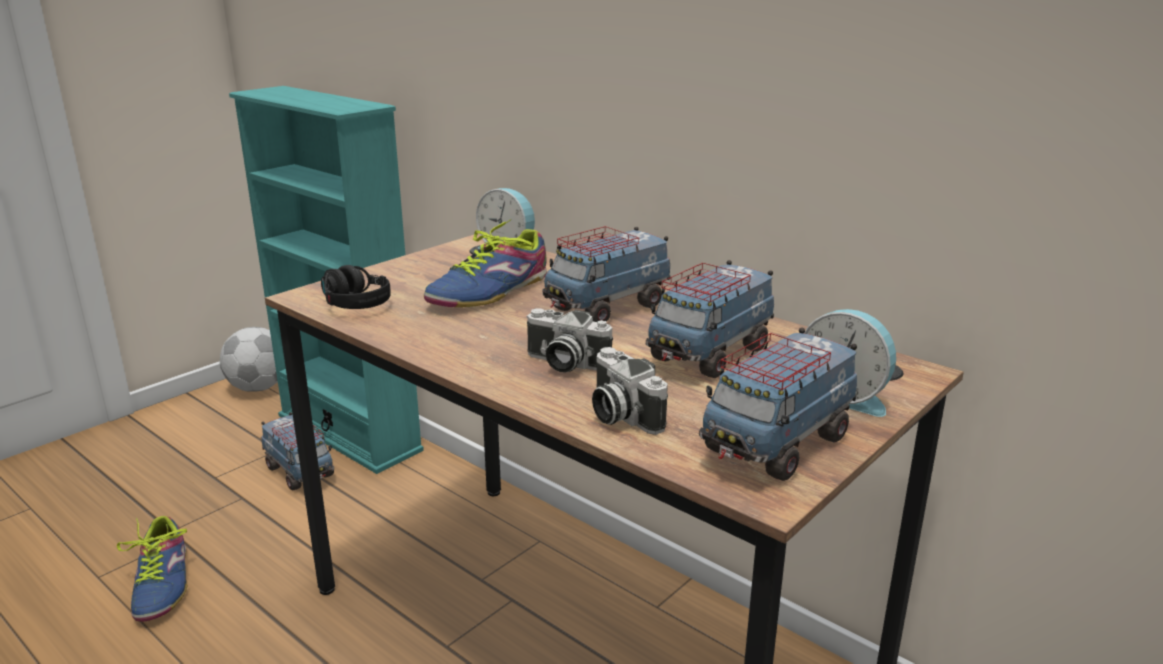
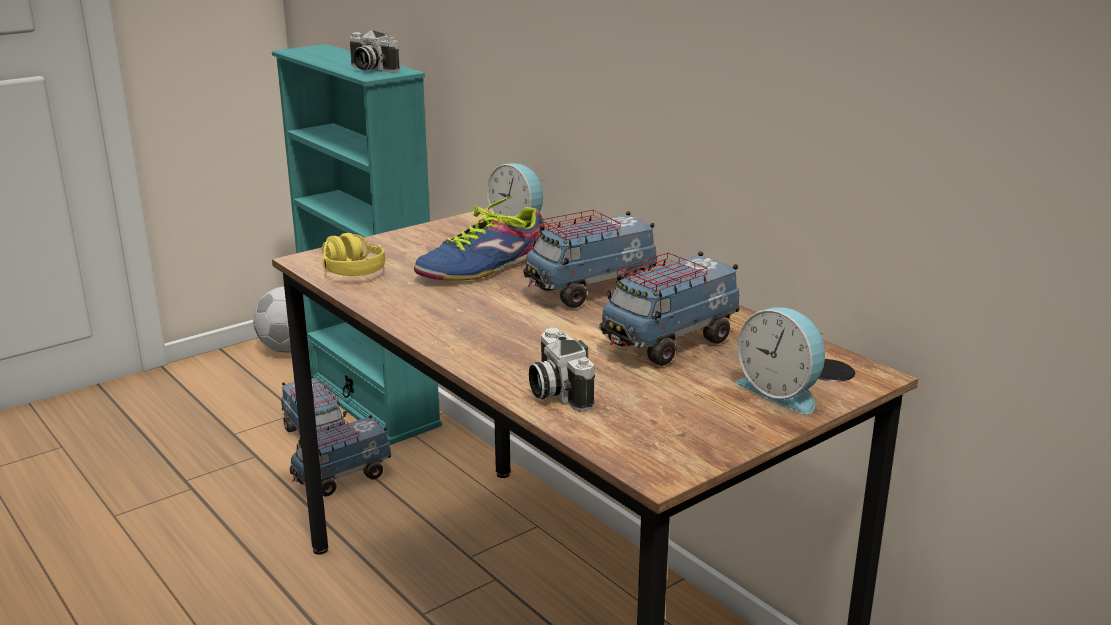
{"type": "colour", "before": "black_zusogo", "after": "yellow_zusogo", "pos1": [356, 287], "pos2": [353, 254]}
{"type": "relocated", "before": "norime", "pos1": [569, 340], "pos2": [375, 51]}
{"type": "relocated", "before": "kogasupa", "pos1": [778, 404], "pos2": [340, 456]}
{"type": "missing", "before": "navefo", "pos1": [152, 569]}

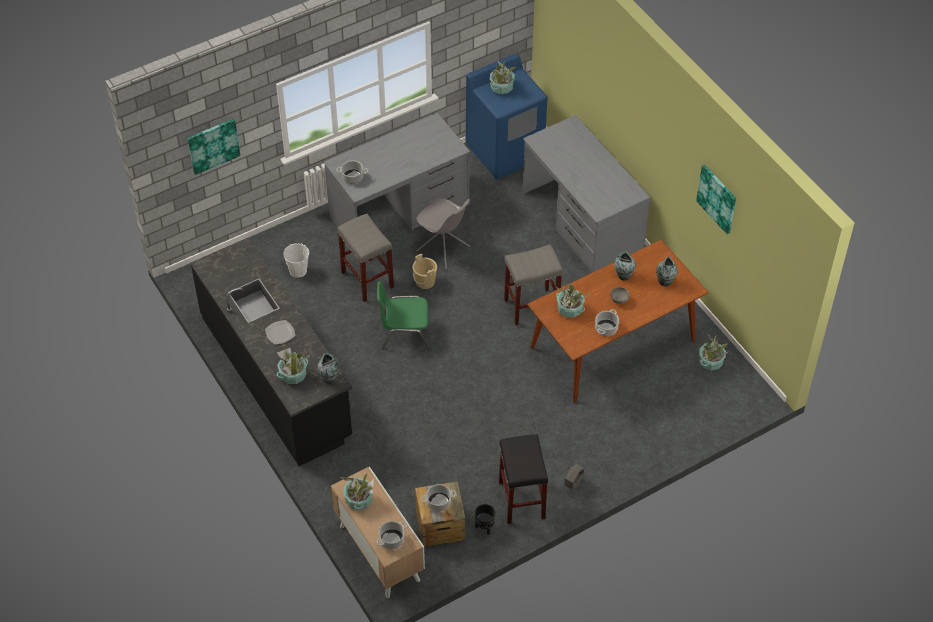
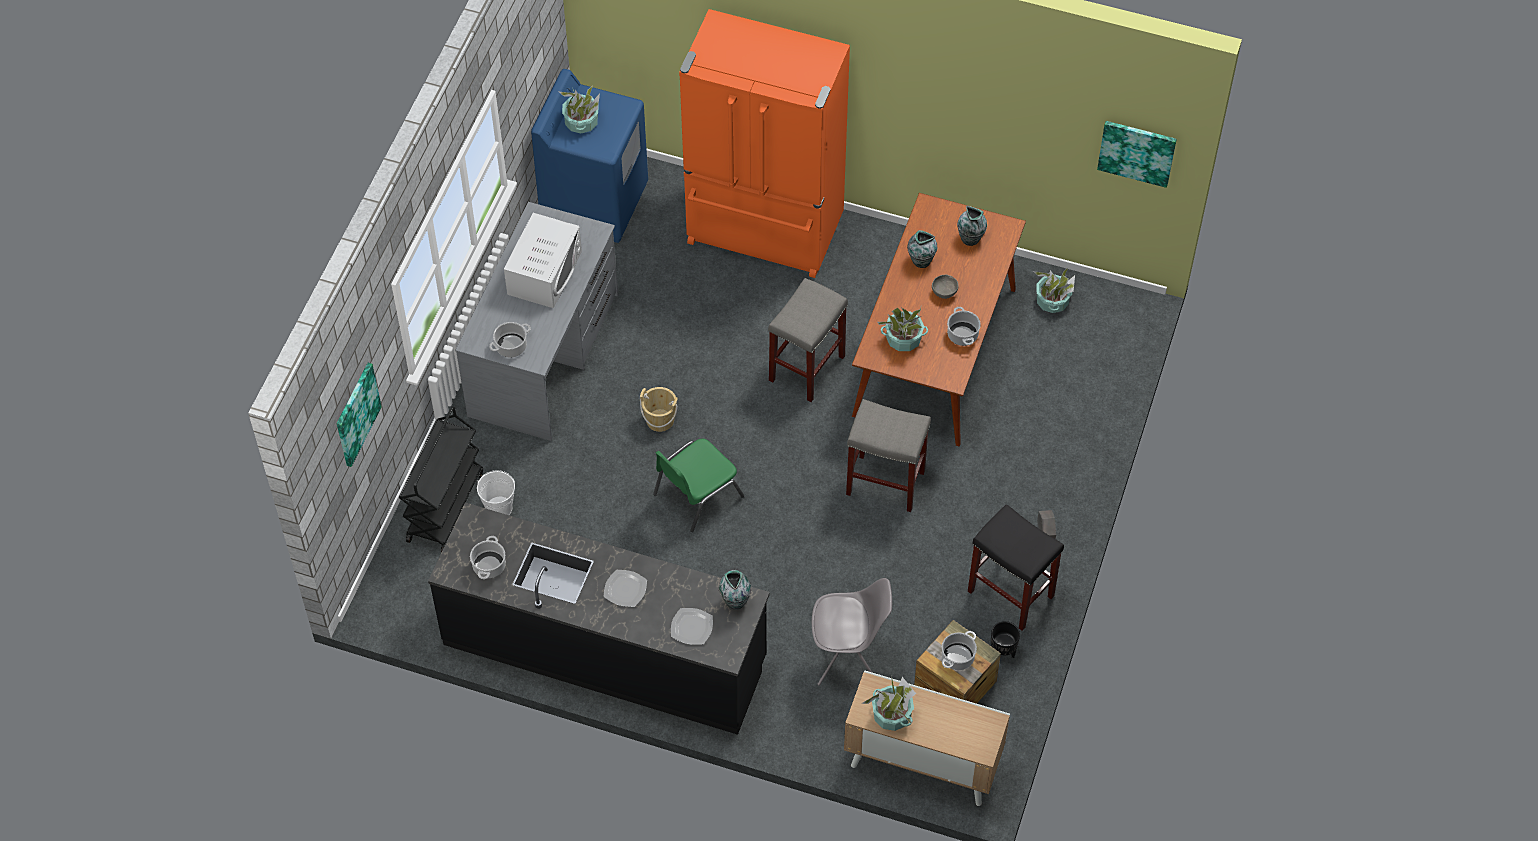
{"type": "exchanged", "before": "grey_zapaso", "after": "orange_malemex", "pos1": [587, 193], "pos2": [764, 143]}
{"type": "relocated", "before": "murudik", "pos1": [716, 199], "pos2": [1137, 154]}
{"type": "relocated", "before": "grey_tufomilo", "pos1": [443, 233], "pos2": [852, 632]}
{"type": "relocated", "before": "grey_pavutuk", "pos1": [365, 258], "pos2": [888, 455]}
{"type": "exchanged", "before": "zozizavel", "after": "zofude", "pos1": [293, 366], "pos2": [692, 626]}
{"type": "relocated", "before": "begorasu", "pos1": [391, 535], "pos2": [488, 557]}
{"type": "appeared", "after": "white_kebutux", "pos2": [543, 260]}
{"type": "appeared", "after": "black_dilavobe", "pos2": [441, 479]}

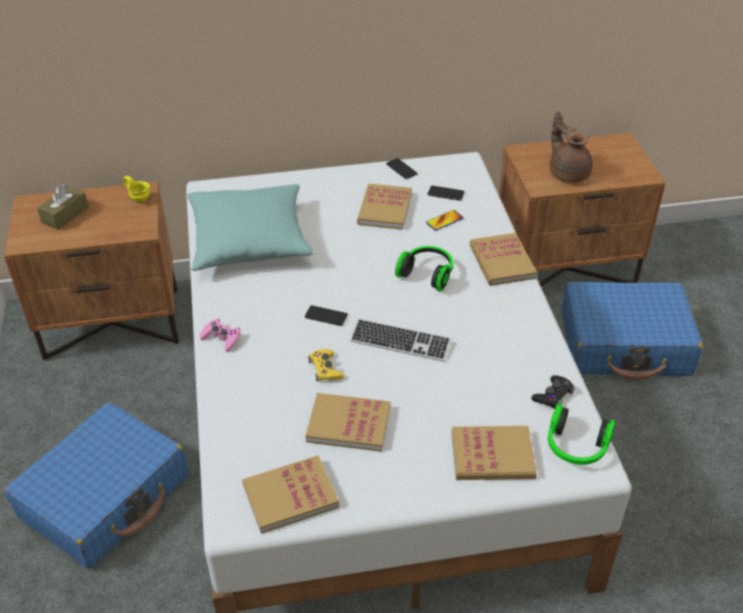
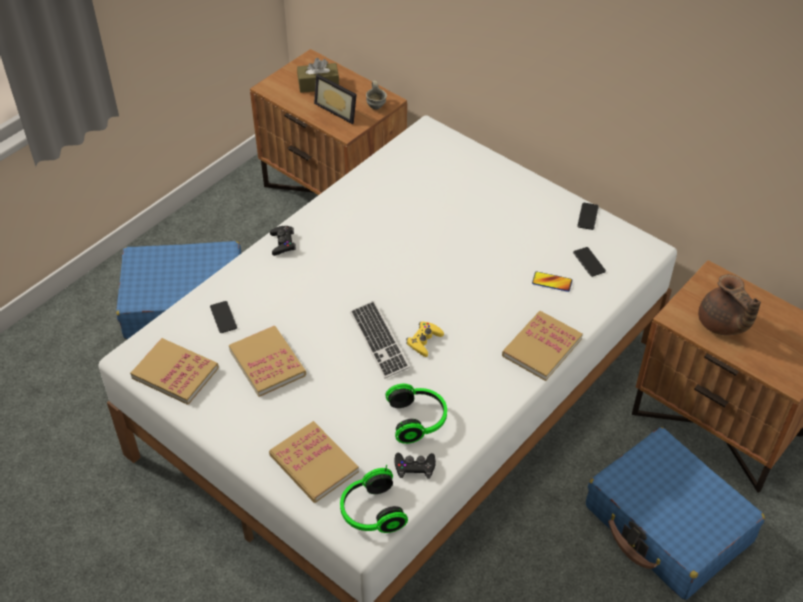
{"type": "spun", "before": "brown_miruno", "pos1": [571, 147], "pos2": [729, 304], "turn": 135}
{"type": "colour", "before": "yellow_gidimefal", "after": "grey_gidimefal", "pos1": [136, 189], "pos2": [376, 95]}
{"type": "missing", "before": "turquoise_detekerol", "pos1": [250, 227]}
{"type": "missing", "before": "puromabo", "pos1": [384, 207]}
{"type": "relocated", "before": "zusogo", "pos1": [424, 268], "pos2": [416, 414]}
{"type": "relocated", "before": "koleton", "pos1": [326, 315], "pos2": [223, 317]}
{"type": "colour", "before": "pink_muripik", "after": "black_muripik", "pos1": [220, 335], "pos2": [283, 241]}
{"type": "relocated", "before": "yellow_muripik", "pos1": [326, 365], "pos2": [425, 339]}
{"type": "appeared", "after": "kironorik", "pos2": [335, 99]}

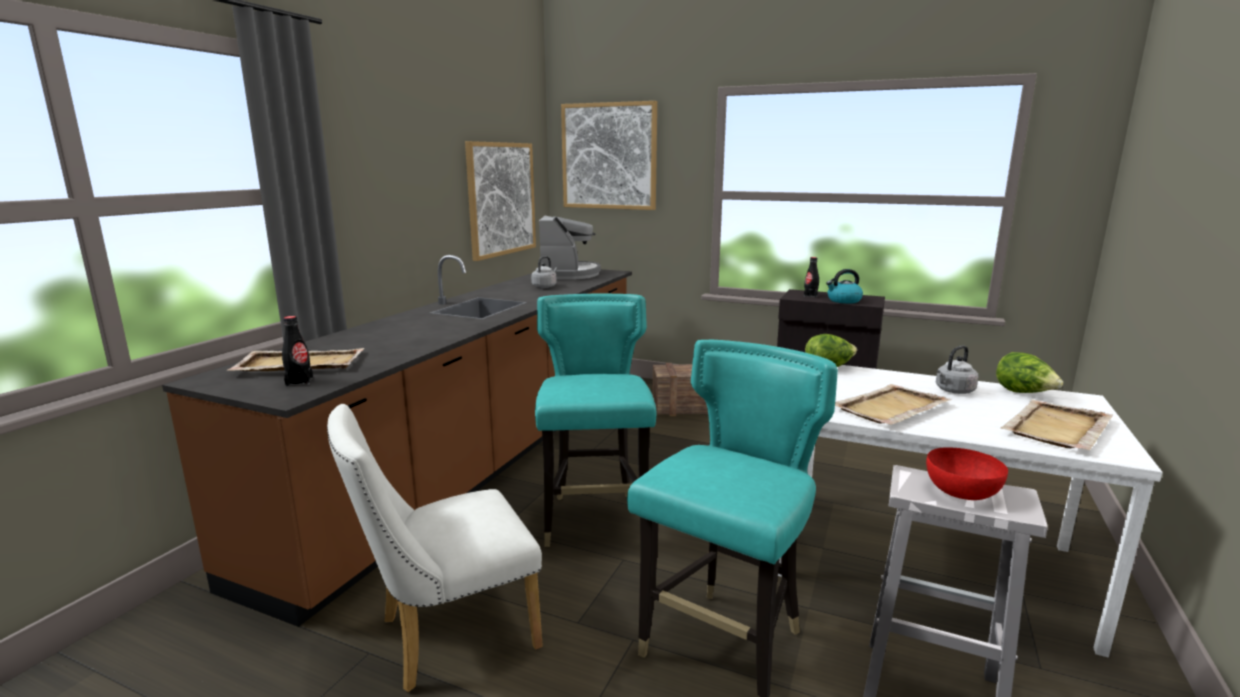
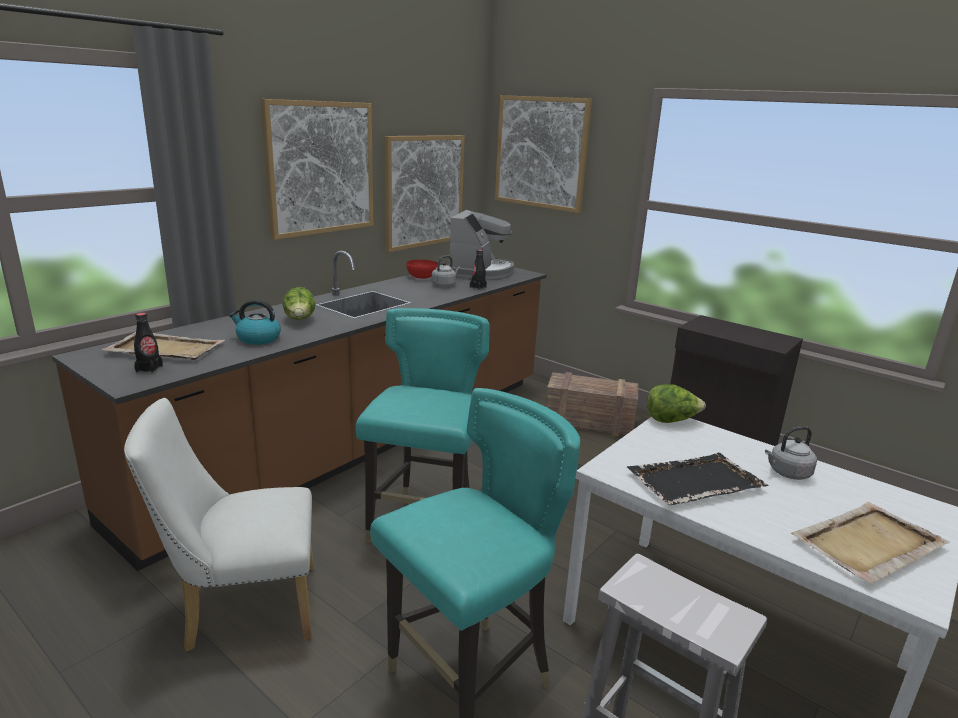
{"type": "relocated", "before": "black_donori", "pos1": [811, 277], "pos2": [478, 270]}
{"type": "relocated", "before": "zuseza", "pos1": [844, 286], "pos2": [255, 322]}
{"type": "relocated", "before": "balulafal", "pos1": [1029, 372], "pos2": [299, 303]}
{"type": "colour", "before": "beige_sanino", "after": "black_sanino", "pos1": [893, 404], "pos2": [698, 479]}
{"type": "relocated", "before": "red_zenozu", "pos1": [967, 474], "pos2": [422, 269]}
{"type": "appeared", "after": "murudik", "pos2": [317, 169]}

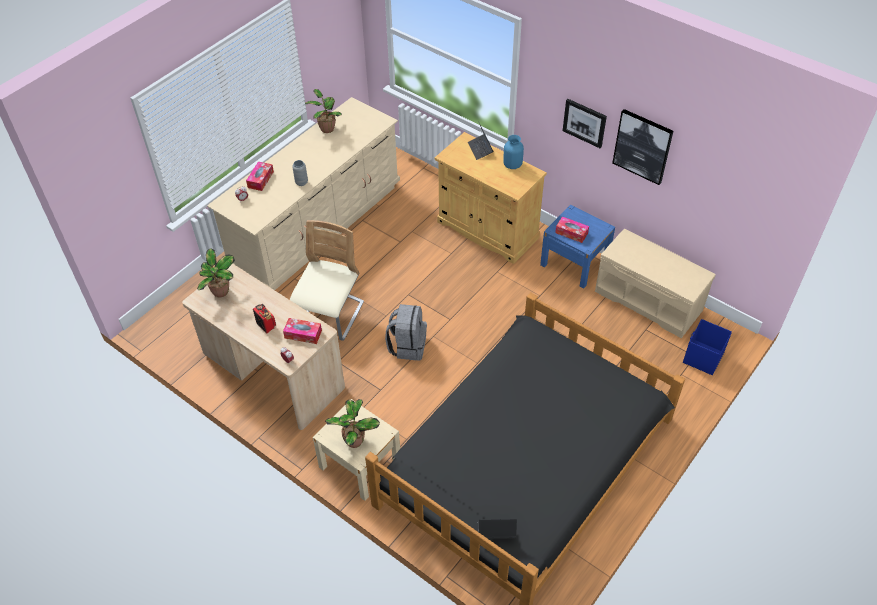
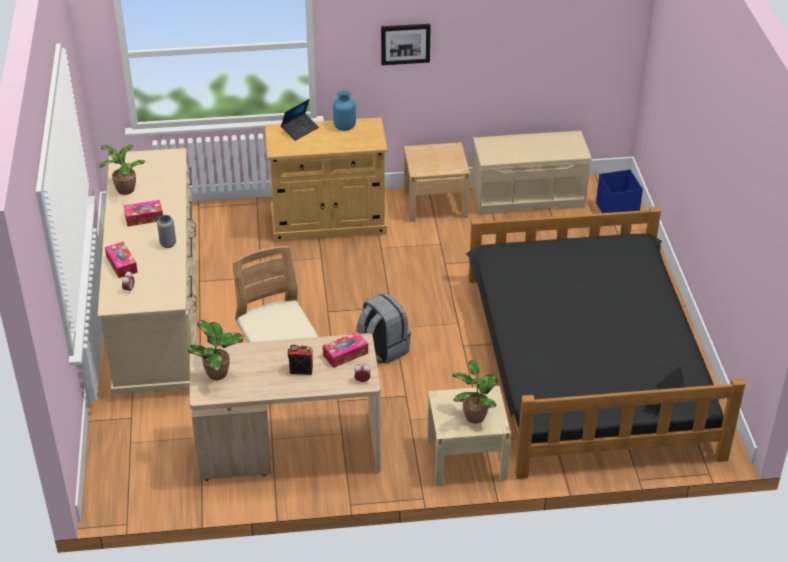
{"type": "missing", "before": "murudik", "pos1": [642, 147]}
{"type": "spun", "before": "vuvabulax", "pos1": [481, 141], "pos2": [300, 120], "turn": -75}
{"type": "colour", "before": "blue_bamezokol", "after": "beige_bamezokol", "pos1": [577, 247], "pos2": [437, 182]}
{"type": "relocated", "before": "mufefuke", "pos1": [572, 229], "pos2": [143, 213]}

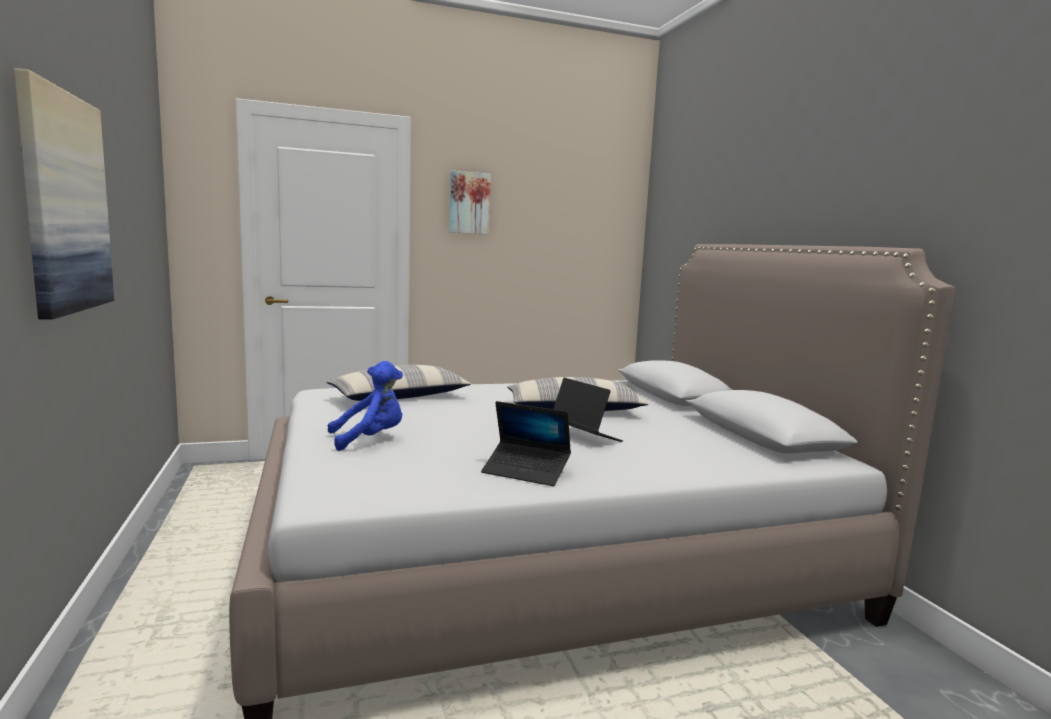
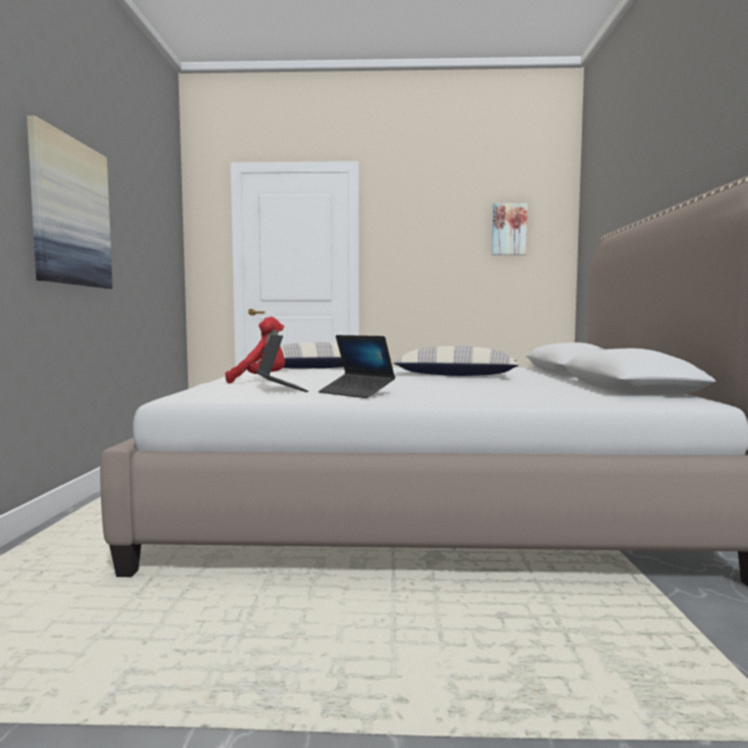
{"type": "relocated", "before": "murudik", "pos1": [470, 202], "pos2": [510, 229]}
{"type": "colour", "before": "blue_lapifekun", "after": "red_lapifekun", "pos1": [365, 406], "pos2": [255, 350]}
{"type": "relocated", "before": "vuvabulax", "pos1": [588, 410], "pos2": [282, 363]}

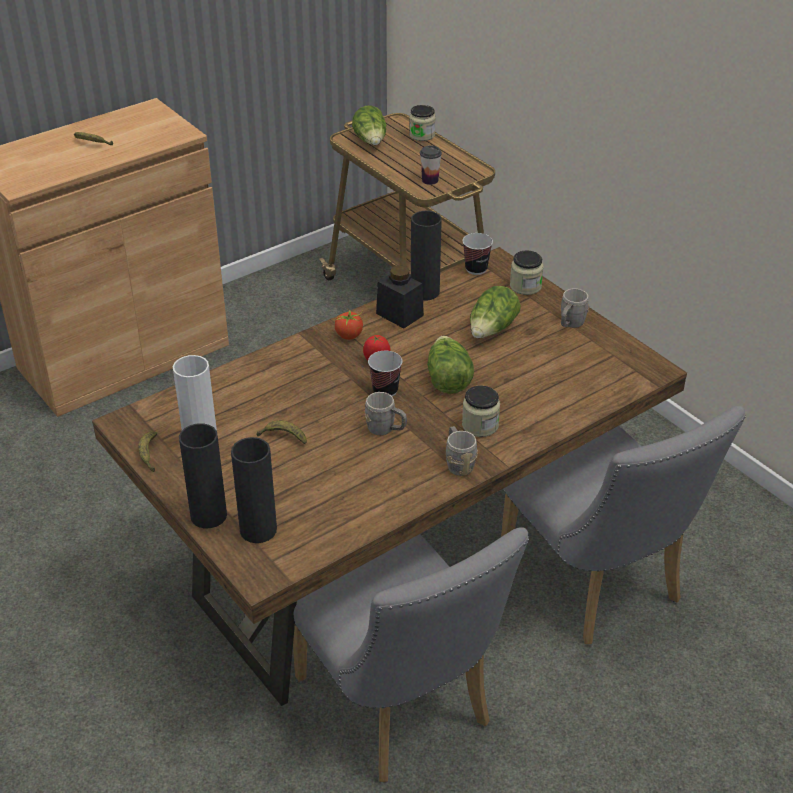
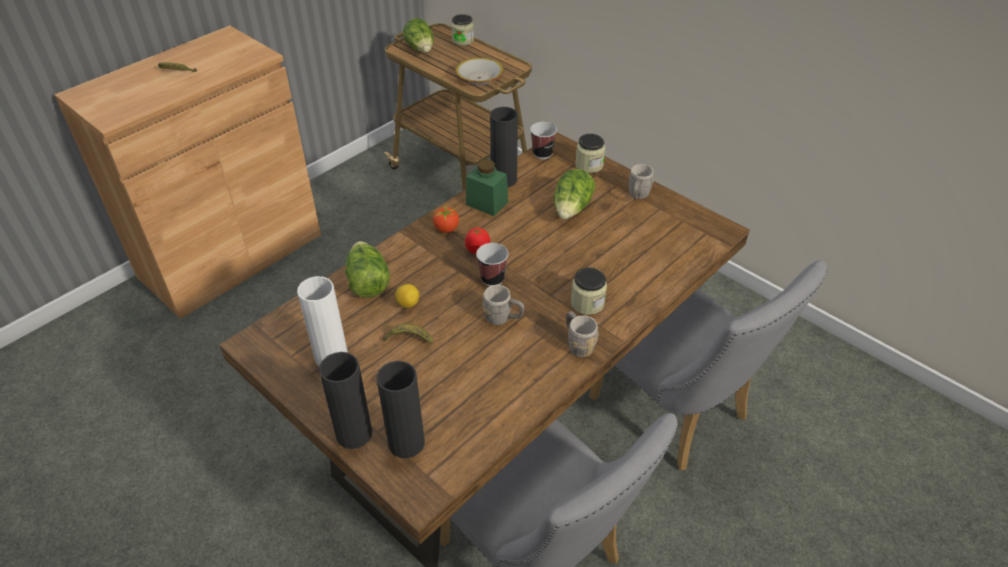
{"type": "exchanged", "before": "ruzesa", "after": "zenozu", "pos1": [431, 165], "pos2": [479, 71]}
{"type": "colour", "before": "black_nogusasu", "after": "green_nogusasu", "pos1": [400, 296], "pos2": [487, 188]}
{"type": "relocated", "before": "balulafal", "pos1": [450, 365], "pos2": [367, 269]}
{"type": "missing", "before": "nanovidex", "pos1": [148, 451]}
{"type": "appeared", "after": "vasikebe", "pos2": [407, 296]}

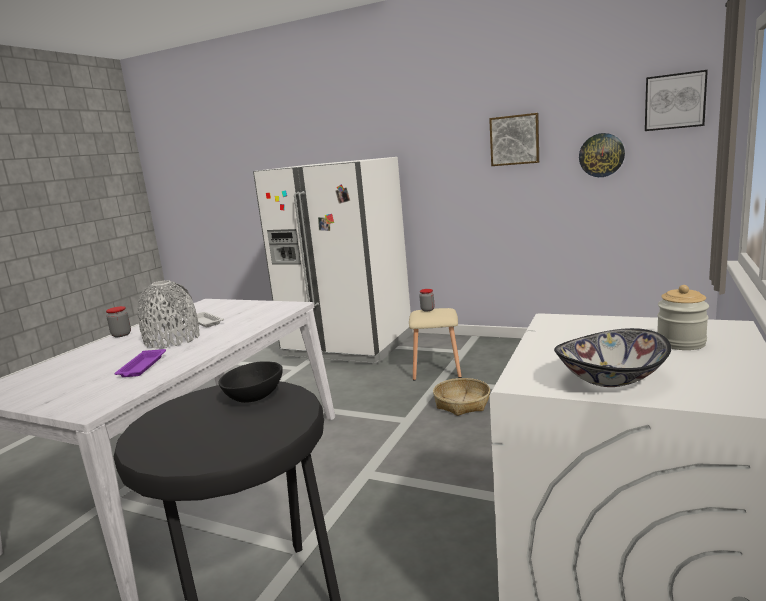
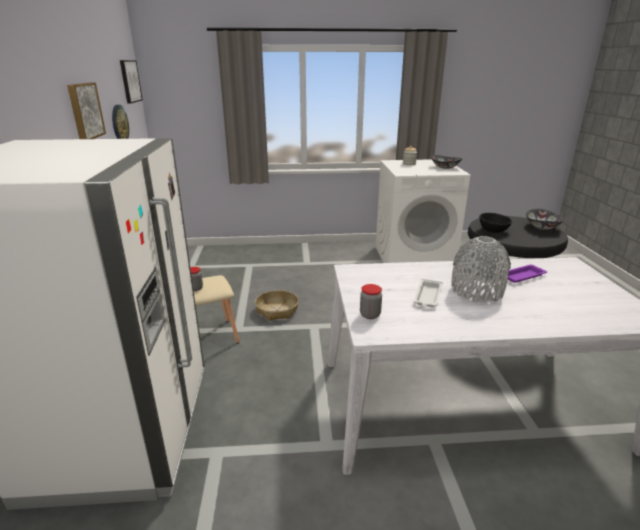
{"type": "relocated", "before": "nogusasu", "pos1": [118, 321], "pos2": [371, 301]}
{"type": "appeared", "after": "zenozu", "pos2": [545, 219]}

